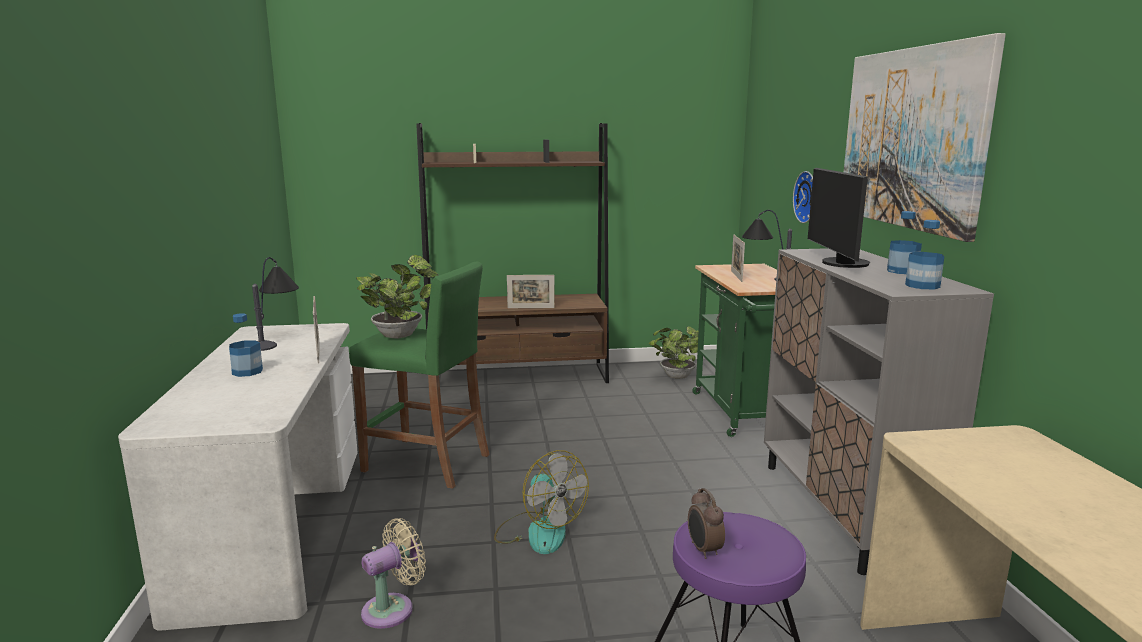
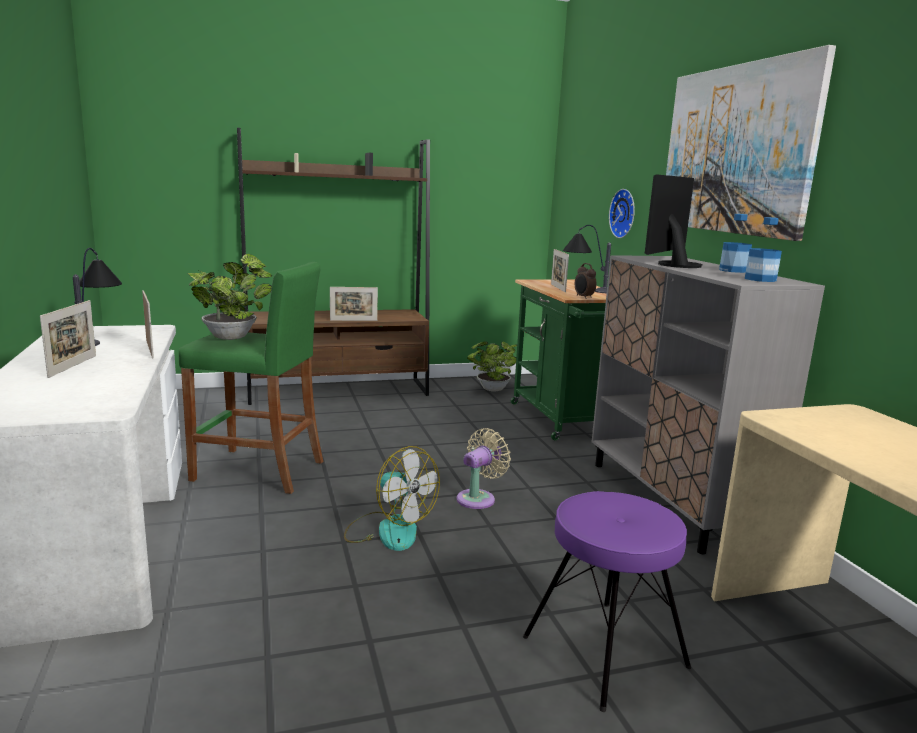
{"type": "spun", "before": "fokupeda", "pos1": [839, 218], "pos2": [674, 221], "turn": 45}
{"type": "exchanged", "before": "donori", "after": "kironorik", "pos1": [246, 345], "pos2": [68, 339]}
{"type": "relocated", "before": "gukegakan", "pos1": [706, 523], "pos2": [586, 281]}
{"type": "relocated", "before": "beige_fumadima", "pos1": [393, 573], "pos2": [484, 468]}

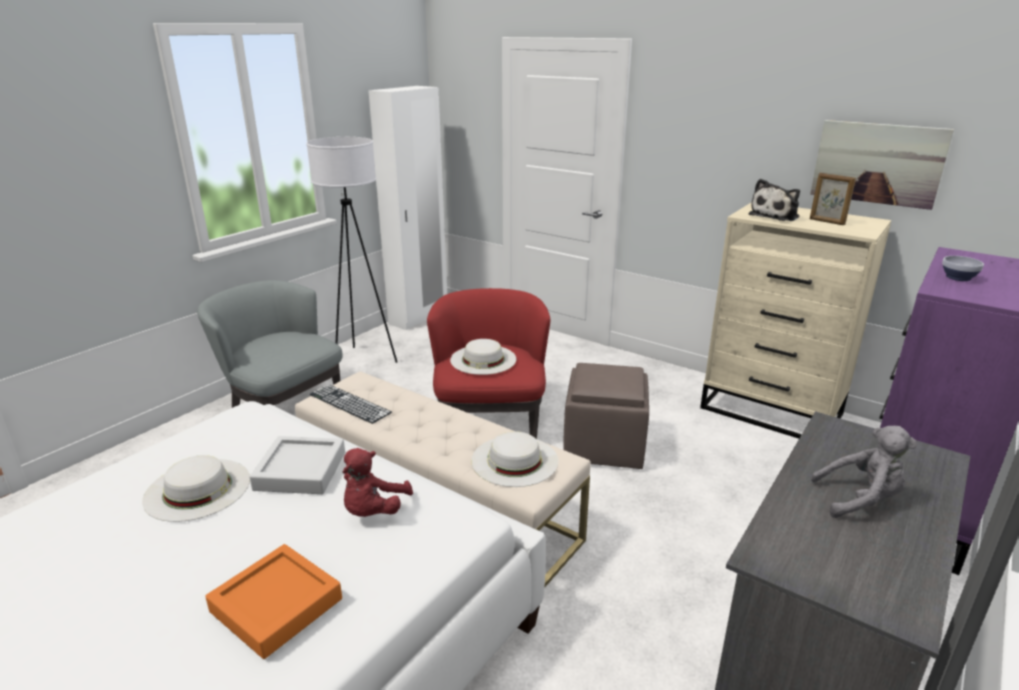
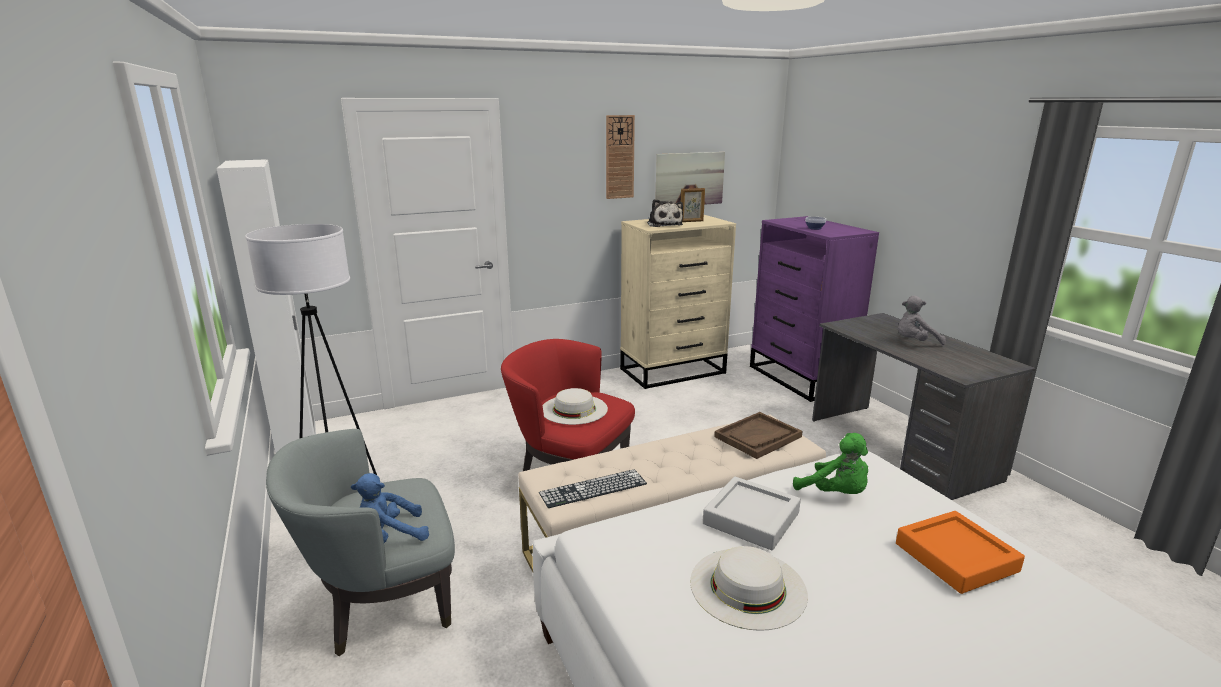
{"type": "missing", "before": "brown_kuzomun", "pos1": [606, 416]}
{"type": "spun", "before": "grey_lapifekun", "pos1": [864, 472], "pos2": [922, 320], "turn": -135}
{"type": "exchanged", "before": "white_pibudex", "after": "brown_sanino", "pos1": [514, 459], "pos2": [758, 435]}
{"type": "colour", "before": "red_lapifekun", "after": "green_lapifekun", "pos1": [378, 482], "pos2": [830, 463]}
{"type": "appeared", "after": "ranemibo", "pos2": [620, 157]}
{"type": "appeared", "after": "blue_lapifekun", "pos2": [390, 508]}

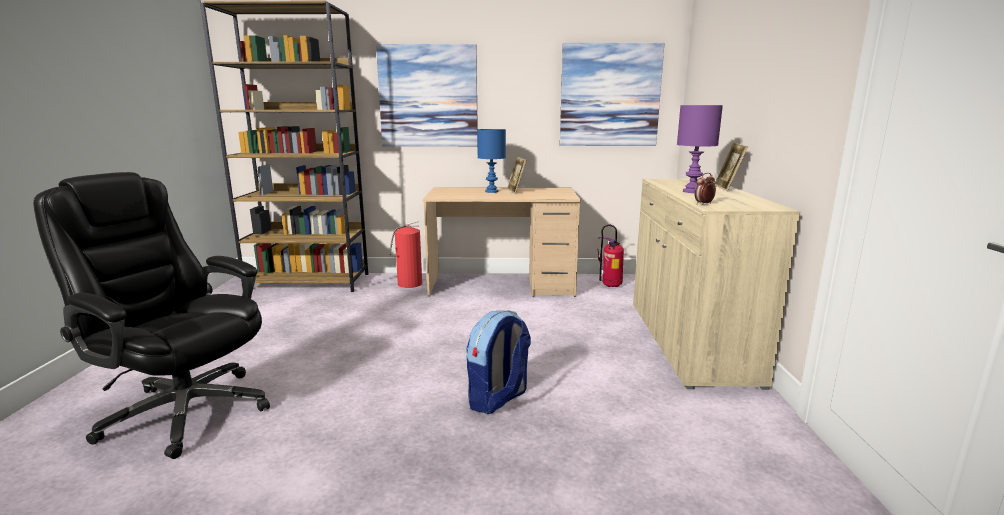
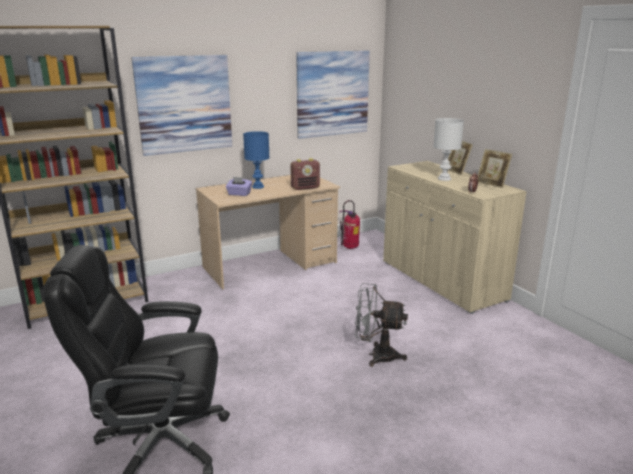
{"type": "colour", "before": "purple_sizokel", "after": "white_sizokel", "pos1": [700, 149], "pos2": [448, 149]}
{"type": "relocated", "before": "kironorik", "pos1": [516, 175], "pos2": [495, 168]}
{"type": "missing", "before": "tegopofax", "pos1": [405, 254]}
{"type": "exchanged", "before": "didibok", "after": "grey_fumadima", "pos1": [498, 362], "pos2": [381, 325]}
{"type": "appeared", "after": "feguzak", "pos2": [305, 174]}
{"type": "appeared", "after": "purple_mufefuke", "pos2": [239, 186]}

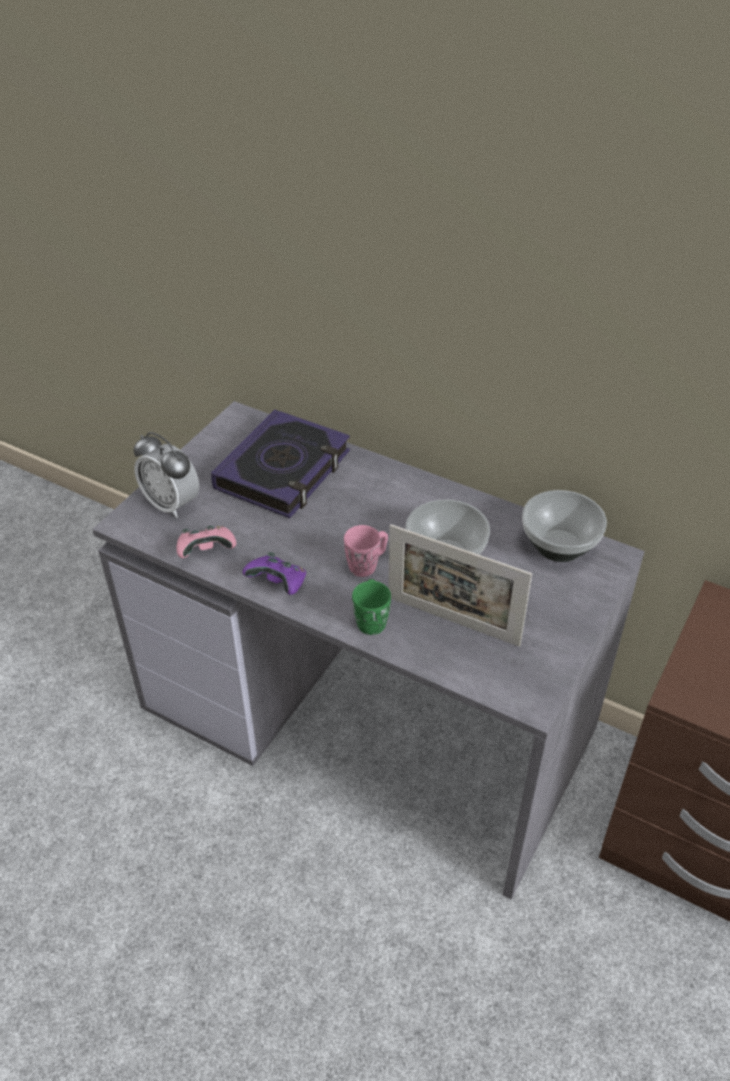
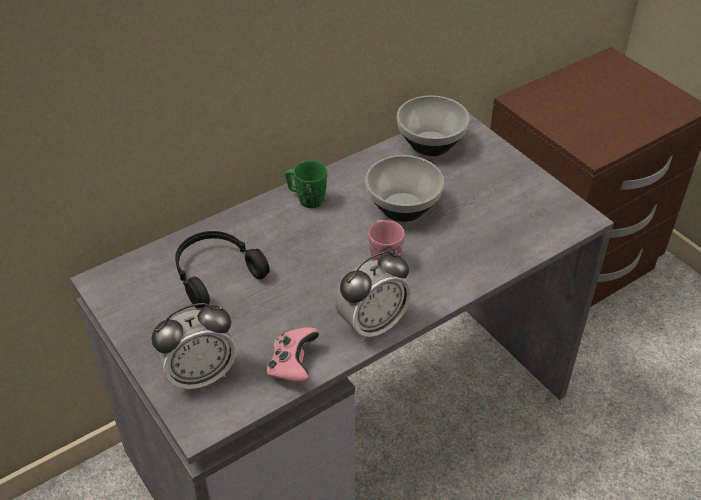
{"type": "exchanged", "before": "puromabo", "after": "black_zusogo", "pos1": [280, 464], "pos2": [222, 269]}
{"type": "missing", "before": "kironorik", "pos1": [460, 585]}
{"type": "exchanged", "before": "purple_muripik", "after": "gukegakan", "pos1": [274, 573], "pos2": [373, 296]}
{"type": "relocated", "before": "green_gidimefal", "pos1": [371, 607], "pos2": [306, 184]}

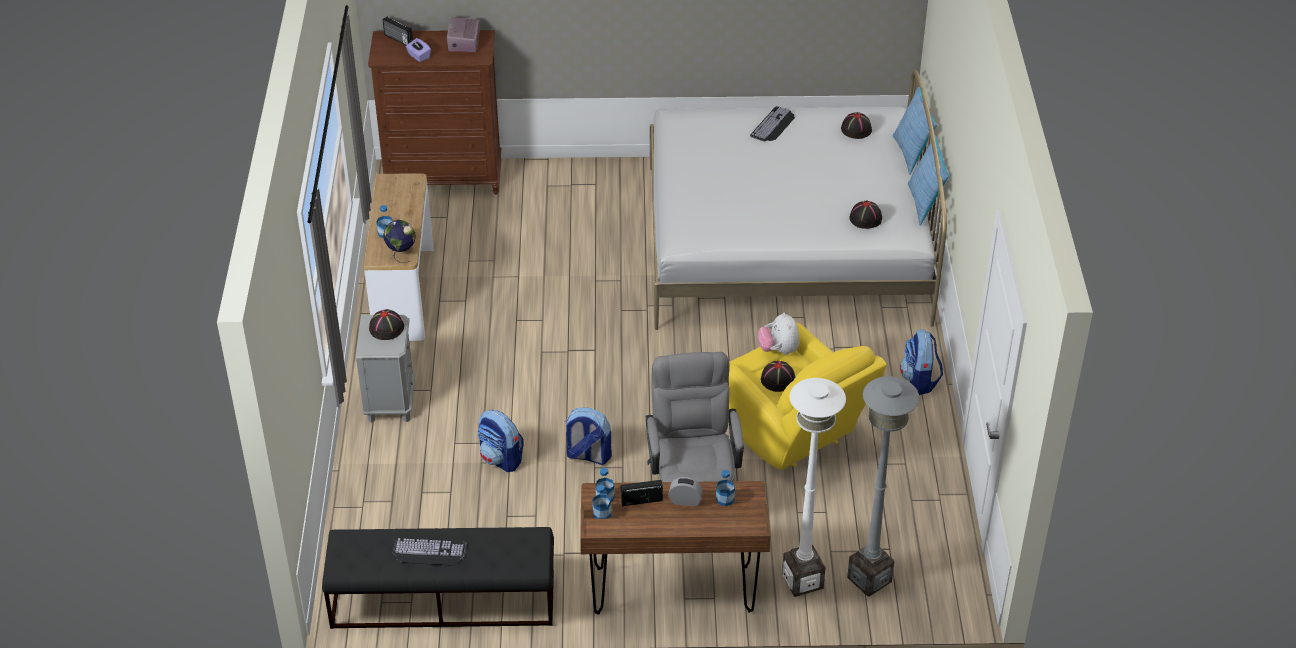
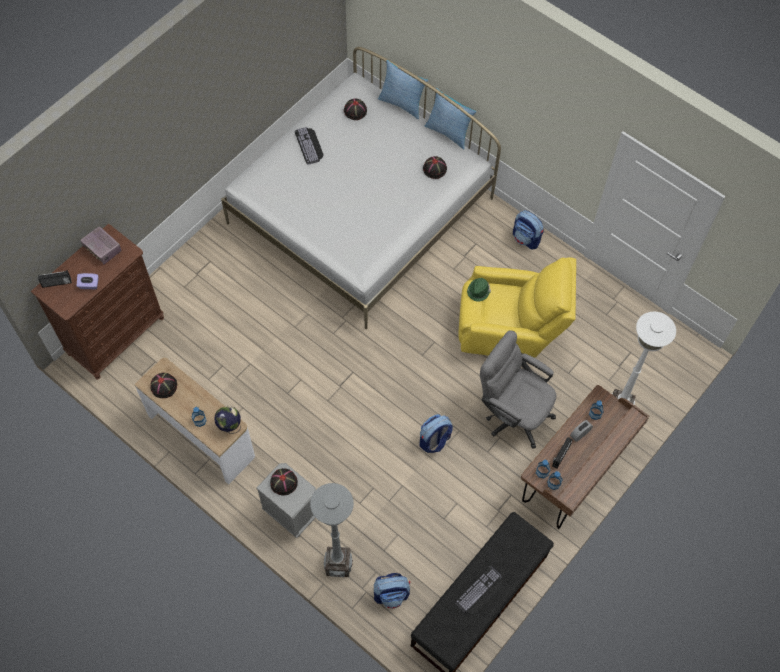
{"type": "exchanged", "before": "lapifekun", "after": "green_pibudex", "pos1": [779, 334], "pos2": [479, 290]}
{"type": "relocated", "before": "black_pibudex", "pos1": [778, 376], "pos2": [163, 385]}
{"type": "relocated", "before": "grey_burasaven", "pos1": [883, 486], "pos2": [332, 530]}
{"type": "relocated", "before": "didibok", "pos1": [501, 441], "pos2": [392, 591]}

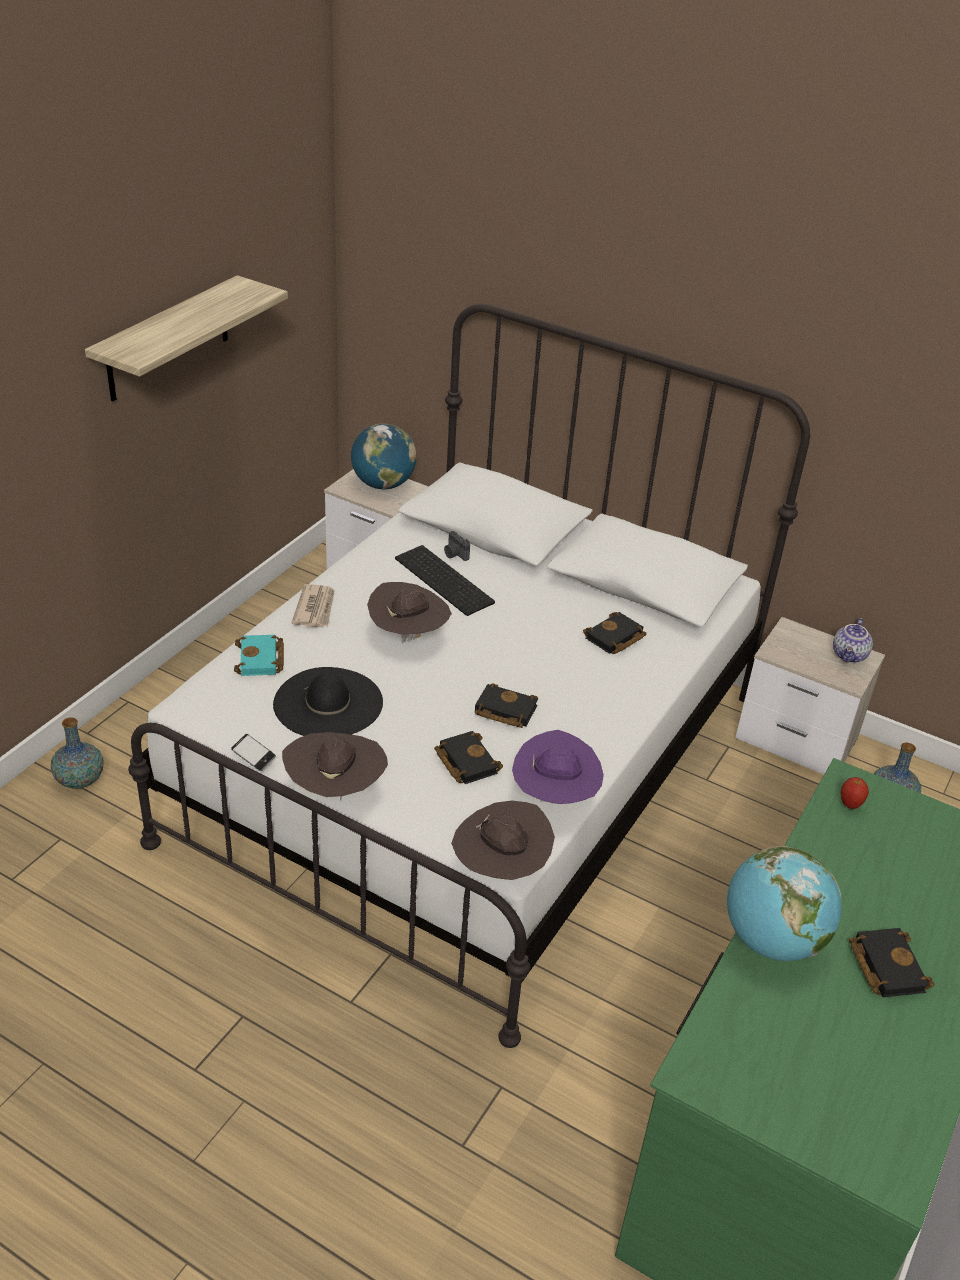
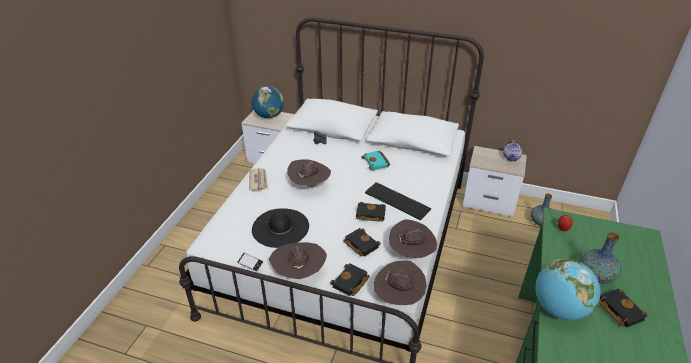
{"type": "missing", "before": "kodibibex", "pos1": [186, 338]}
{"type": "relocated", "before": "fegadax", "pos1": [445, 580], "pos2": [398, 201]}
{"type": "relocated", "before": "black_puromabo", "pos1": [615, 633], "pos2": [350, 280]}
{"type": "relocated", "before": "turquoise_puromabo", "pos1": [259, 655], "pos2": [376, 161]}
{"type": "relocated", "before": "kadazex", "pos1": [77, 753], "pos2": [601, 257]}
{"type": "colour", "before": "purple_pibudex", "after": "brown_pibudex", "pos1": [558, 767], "pos2": [413, 238]}

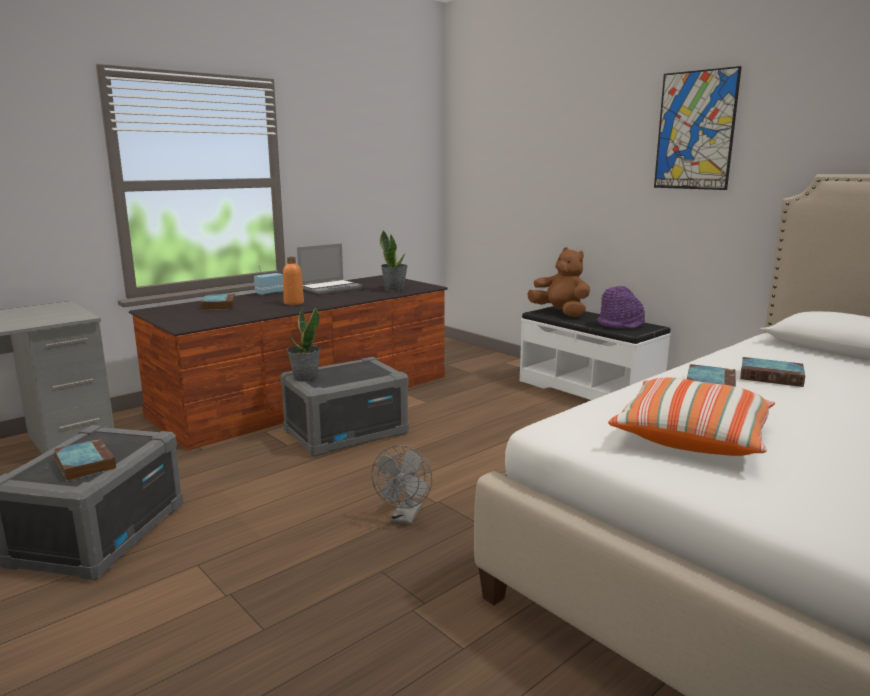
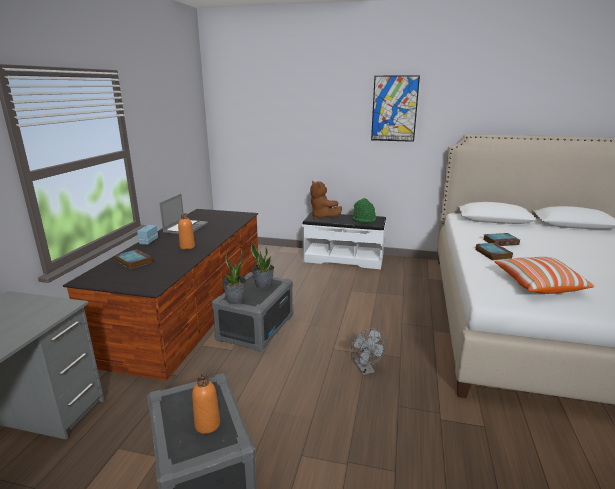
{"type": "relocated", "before": "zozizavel", "pos1": [394, 260], "pos2": [262, 266]}
{"type": "spun", "before": "brown_lapifekun", "pos1": [558, 282], "pos2": [326, 200], "turn": -135}
{"type": "colour", "before": "purple_pibudex", "after": "green_pibudex", "pos1": [621, 307], "pos2": [364, 210]}
{"type": "exchanged", "before": "puromabo", "after": "orange_donori", "pos1": [85, 459], "pos2": [206, 404]}

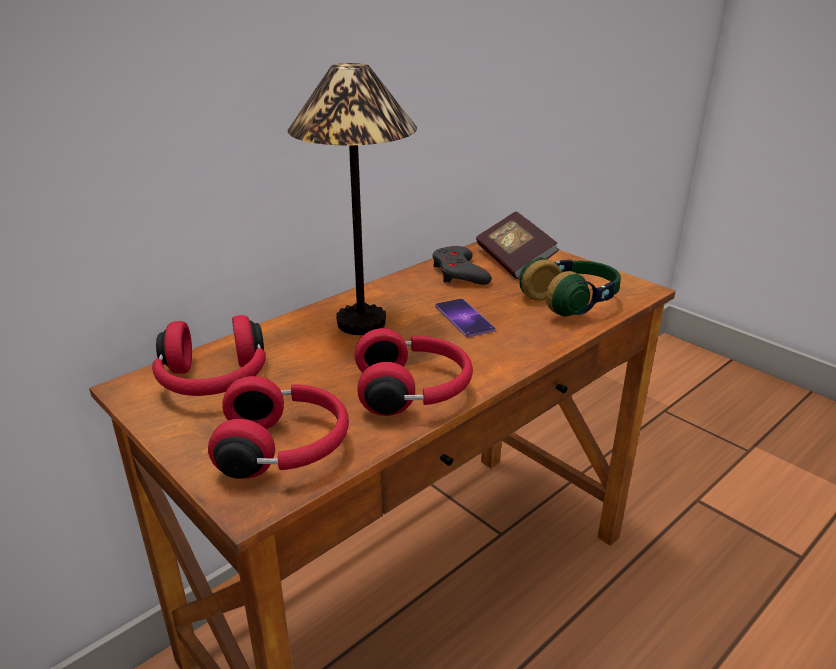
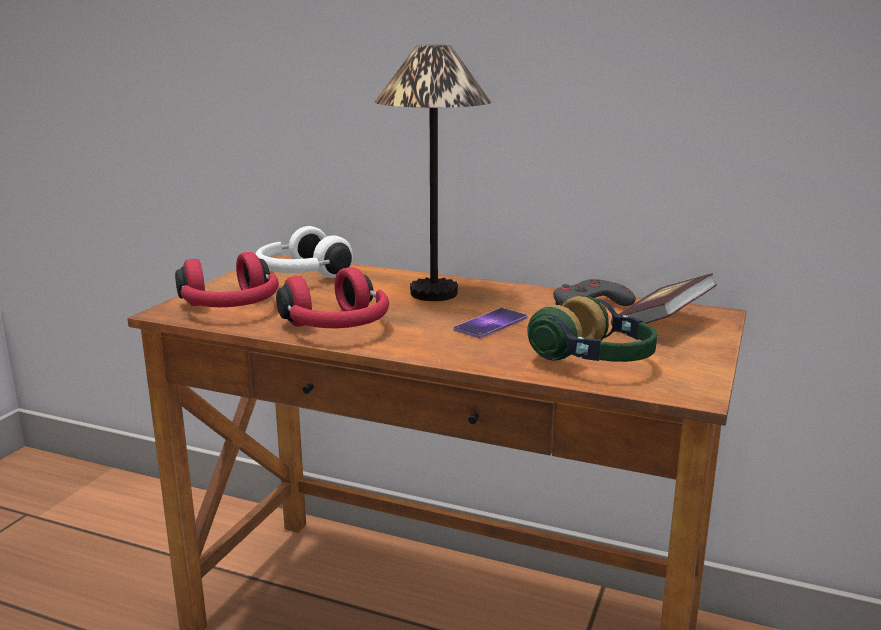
{"type": "colour", "before": "red_zusogo", "after": "white_zusogo", "pos1": [209, 355], "pos2": [304, 252]}

